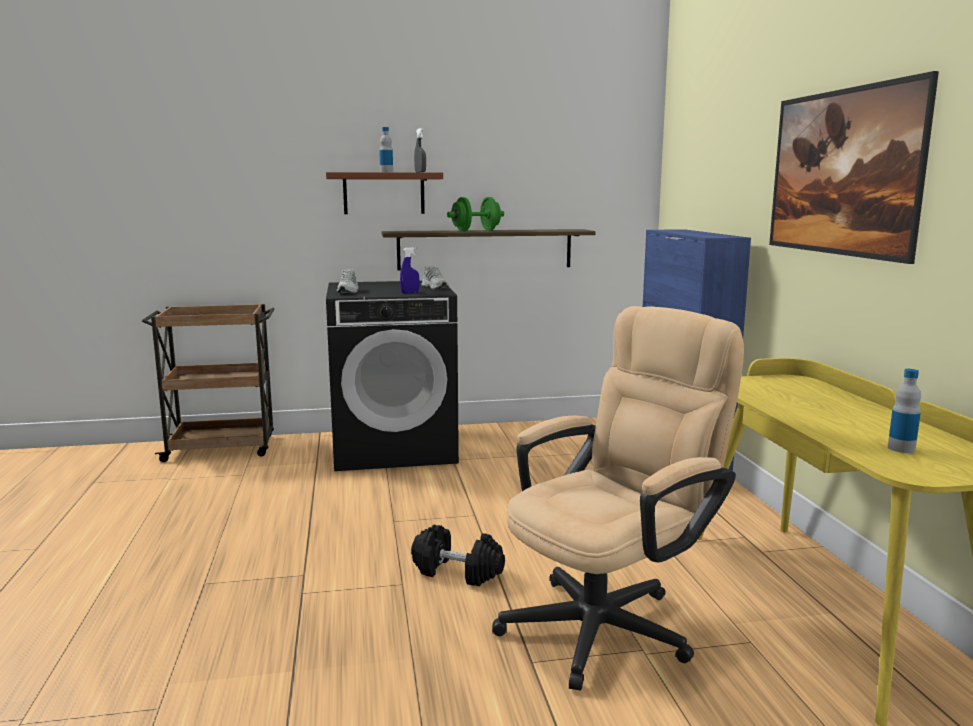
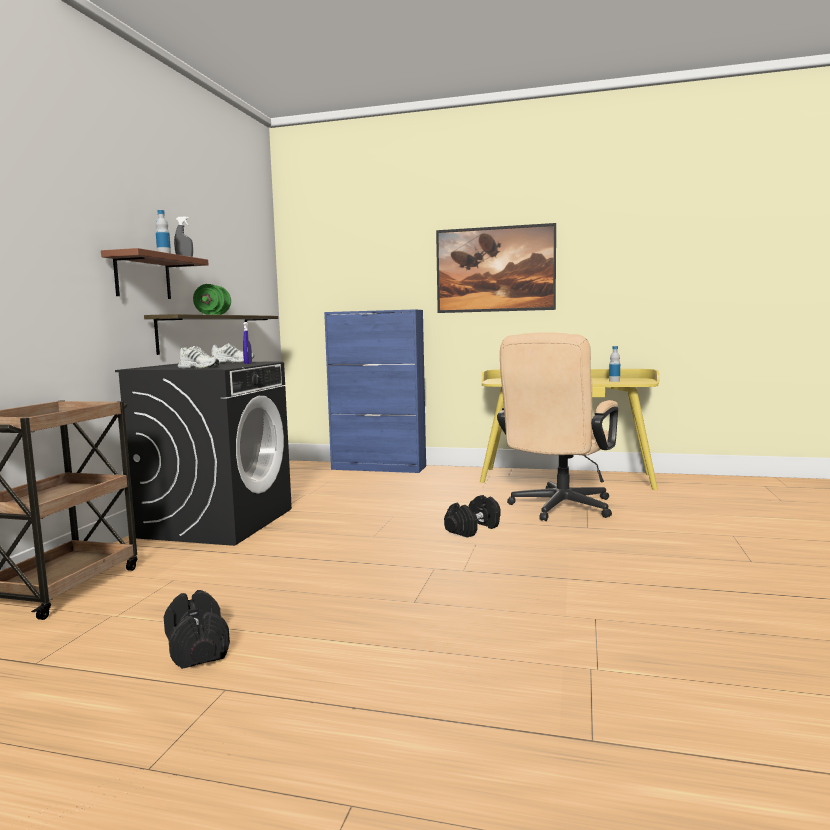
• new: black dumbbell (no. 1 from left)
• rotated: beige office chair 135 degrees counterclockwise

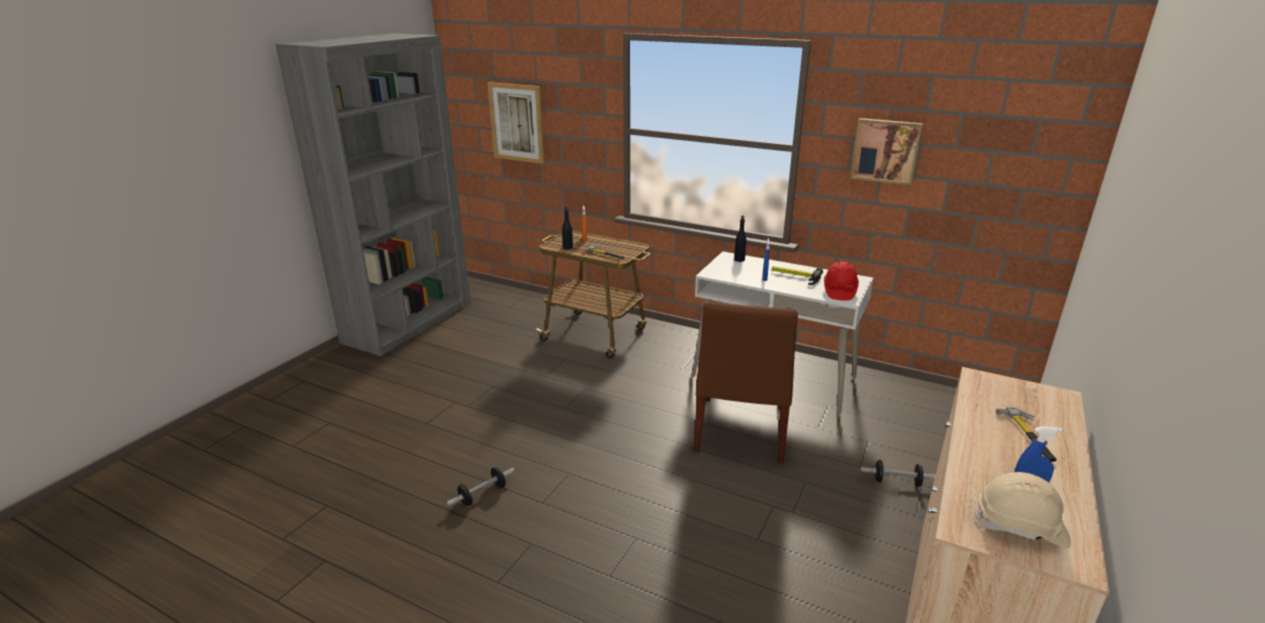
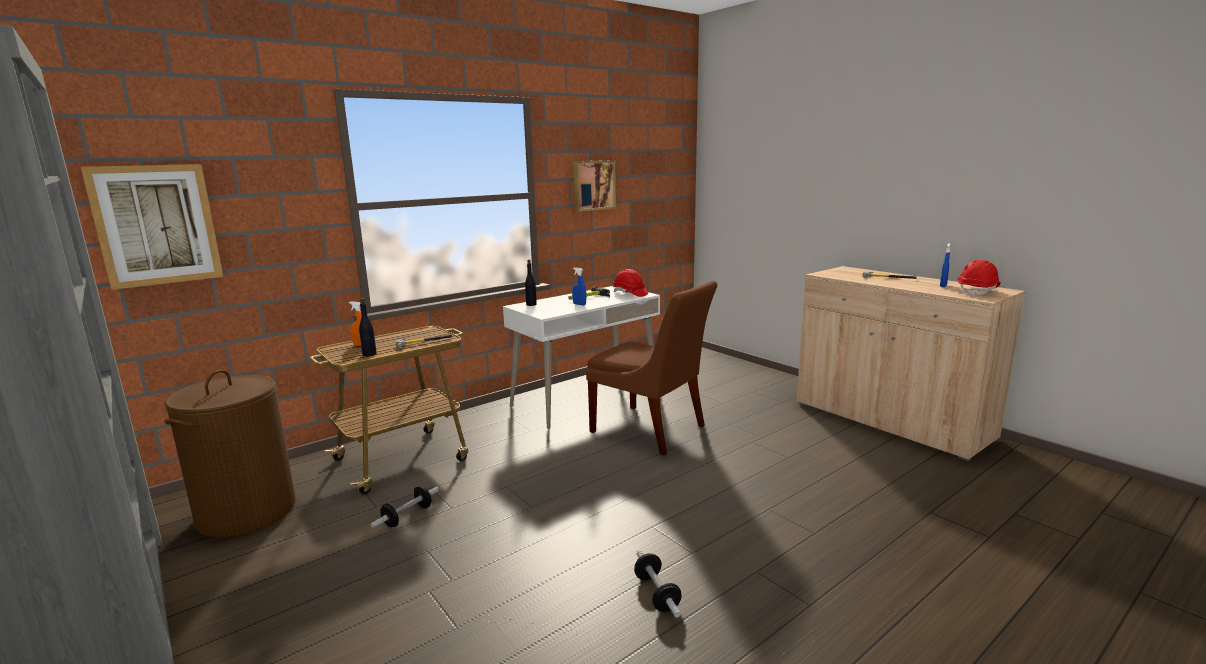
• new: brown laundry basket
• shifted: dumbbell (no. 2 from left in the first image) to dumbbell (no. 1 from left)
• repainted: beige hard hat to red hard hat (no. 2 from left)

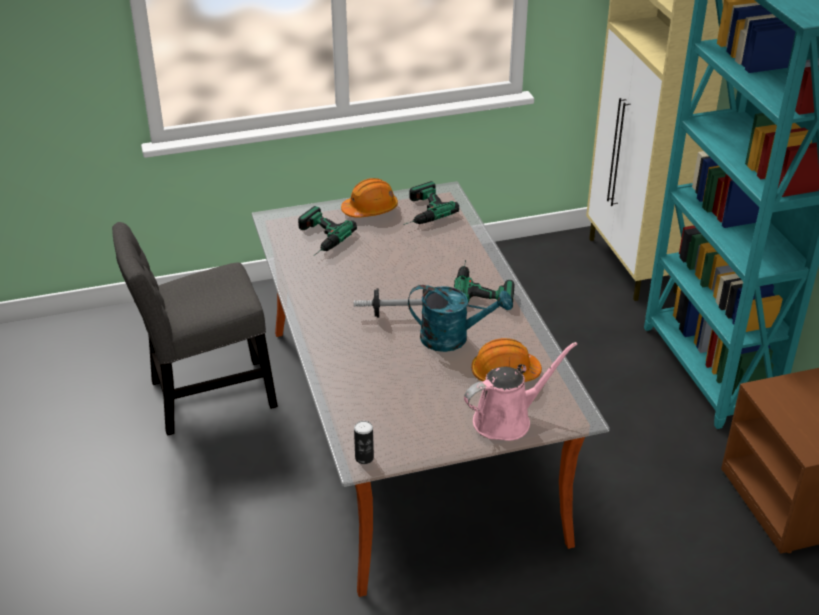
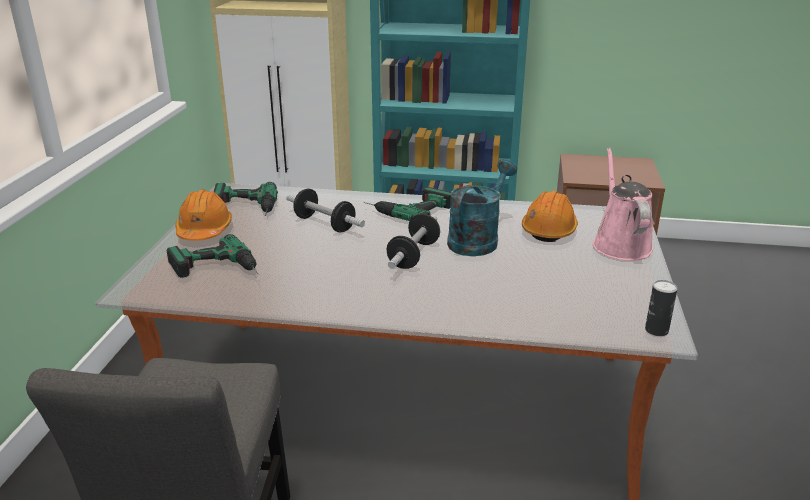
• new: dumbbell (no. 1 from left)

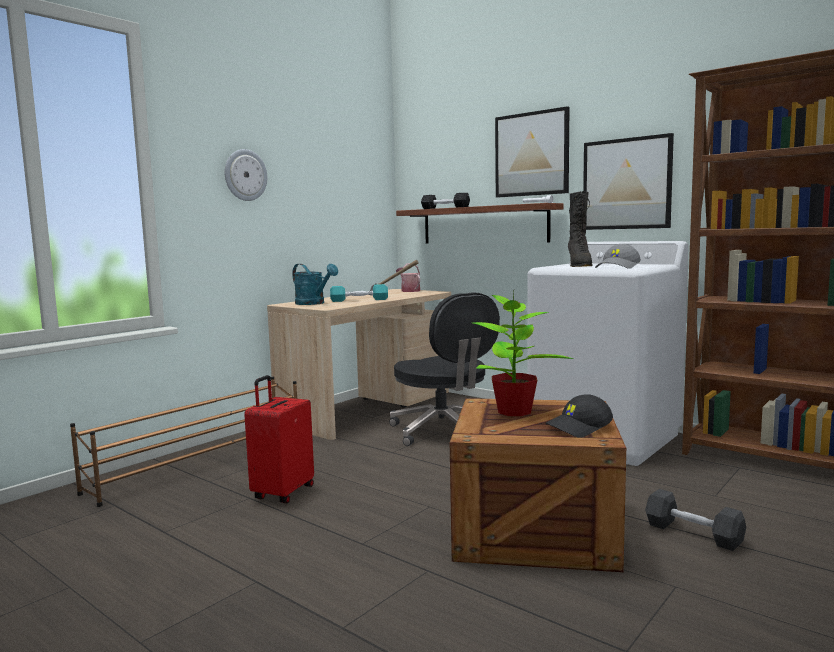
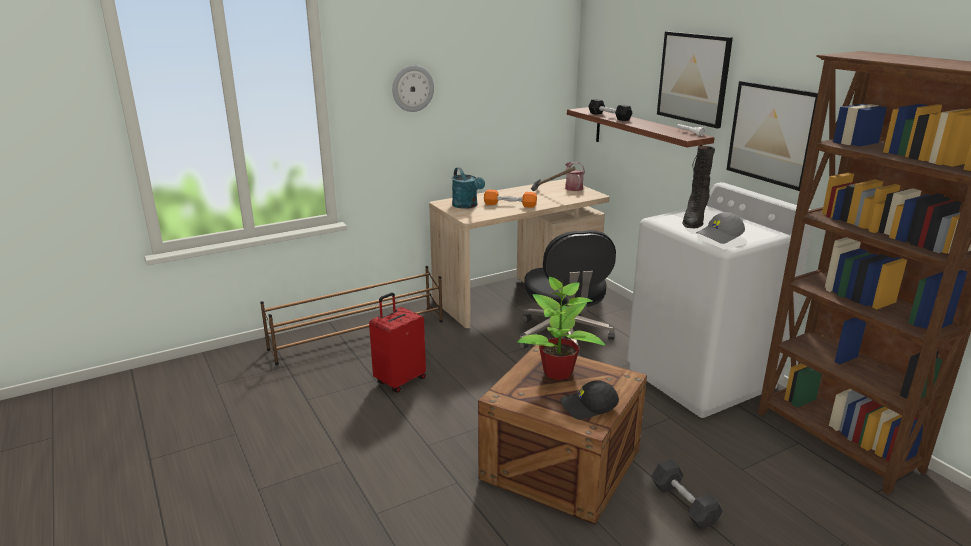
• repainted: turquoise dumbbell to orange dumbbell

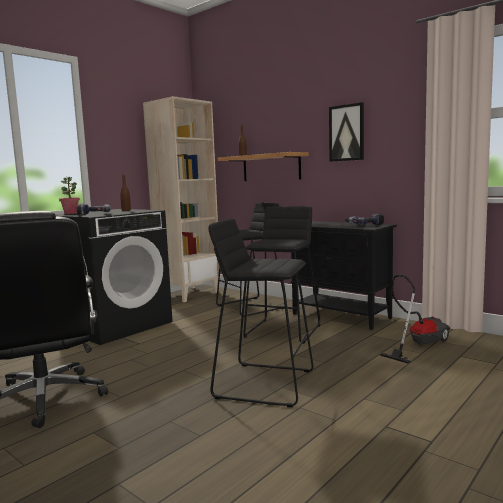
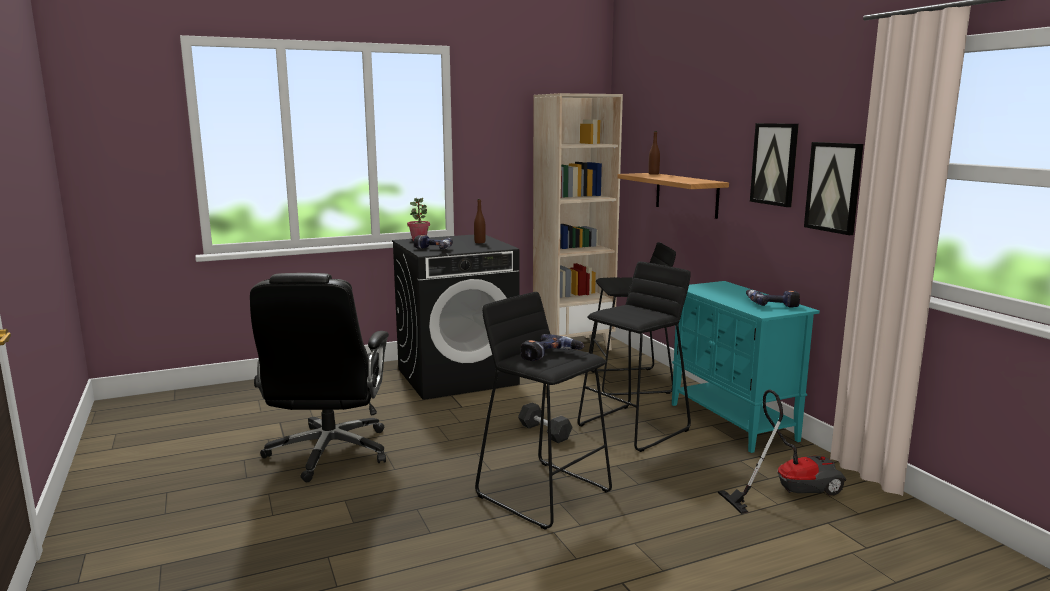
• new: grey dumbbell
• new: power drill (no. 2 from left)
• repainted: black cabinet to turquoise cabinet
• new: picture (no. 2 from left)

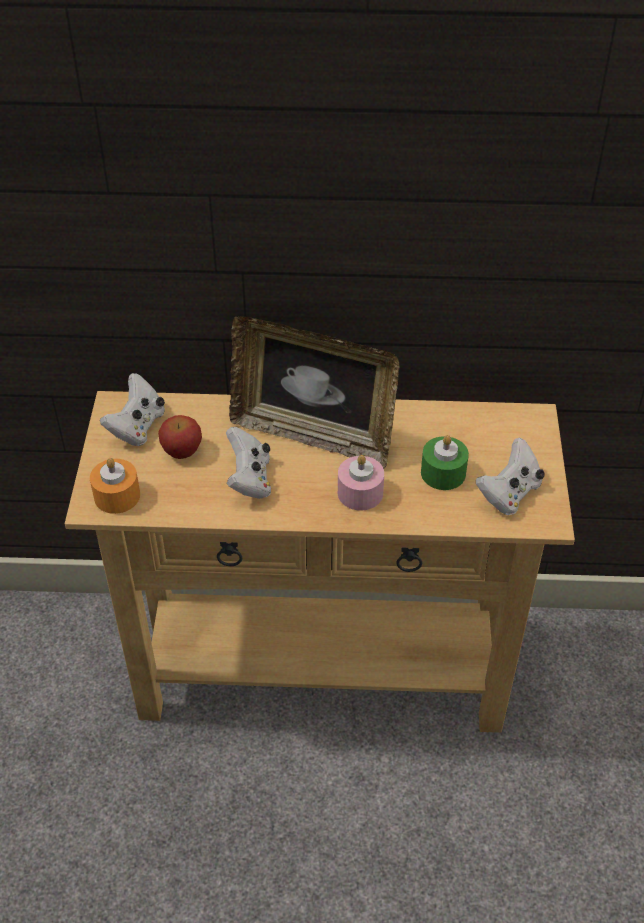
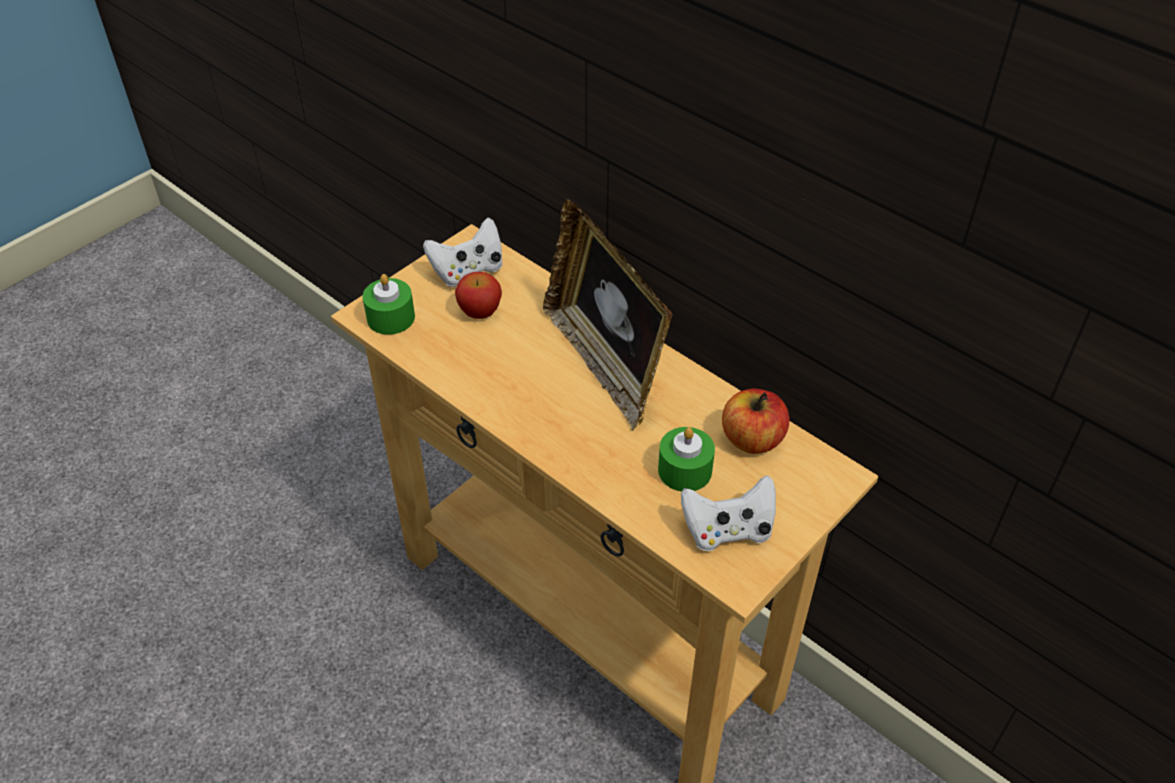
• repainted: orange candle to green candle (no. 1 from left)
• new: apple (no. 2 from left)
• gone: white game controller (no. 2 from left)
• gone: pink candle

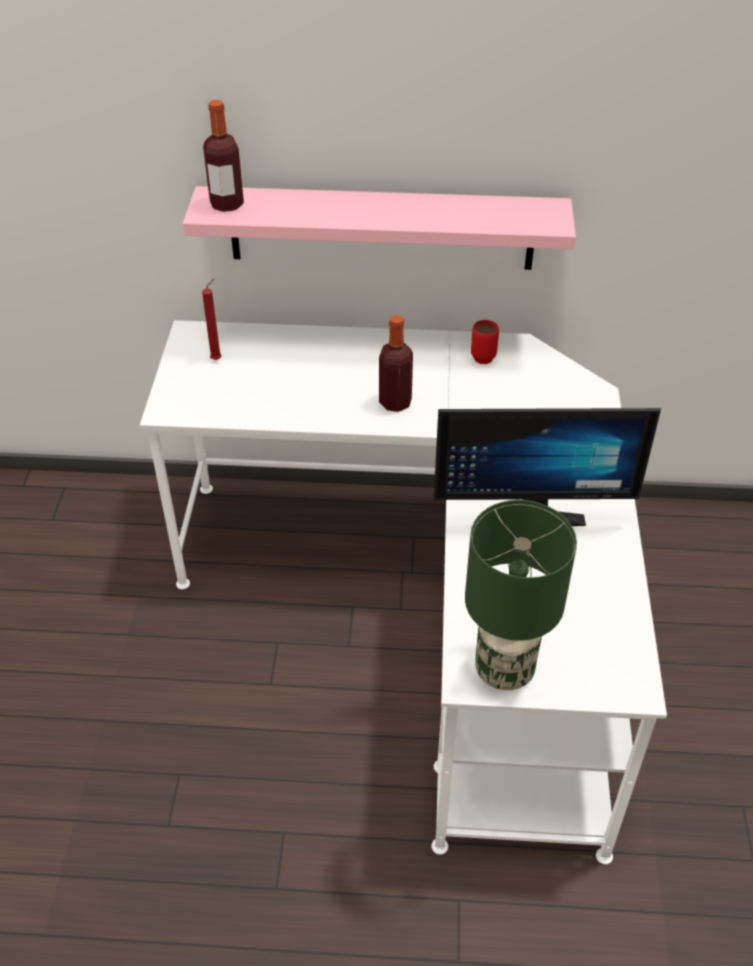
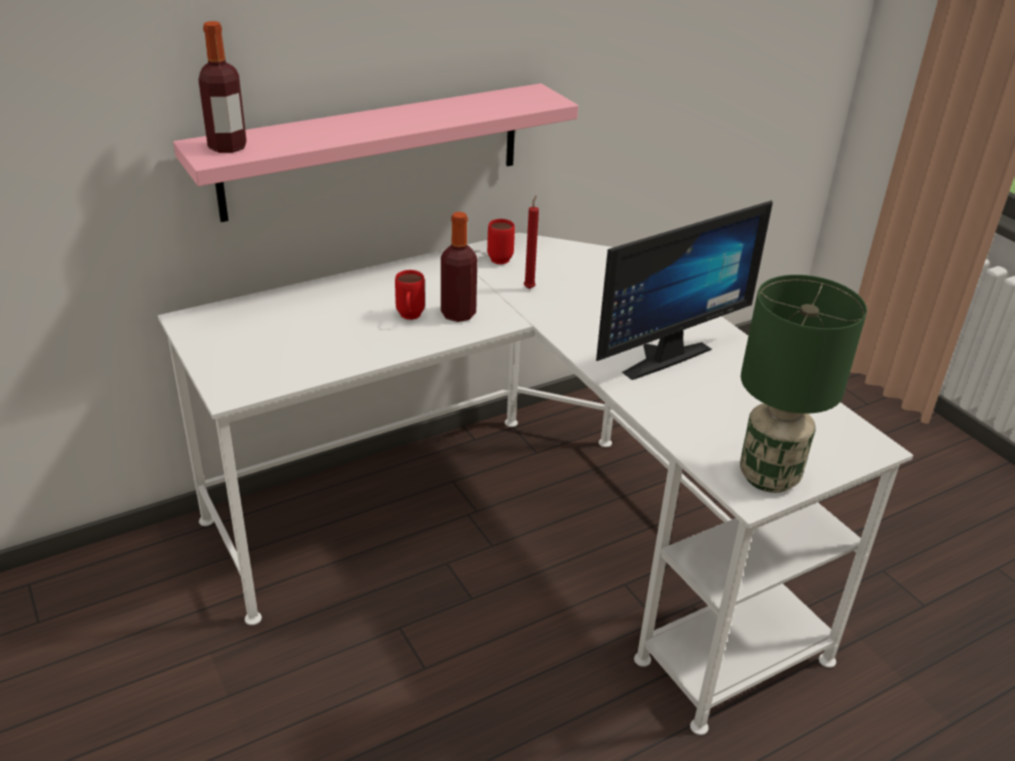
• new: red mug (no. 1 from left)
• shifted: red candle

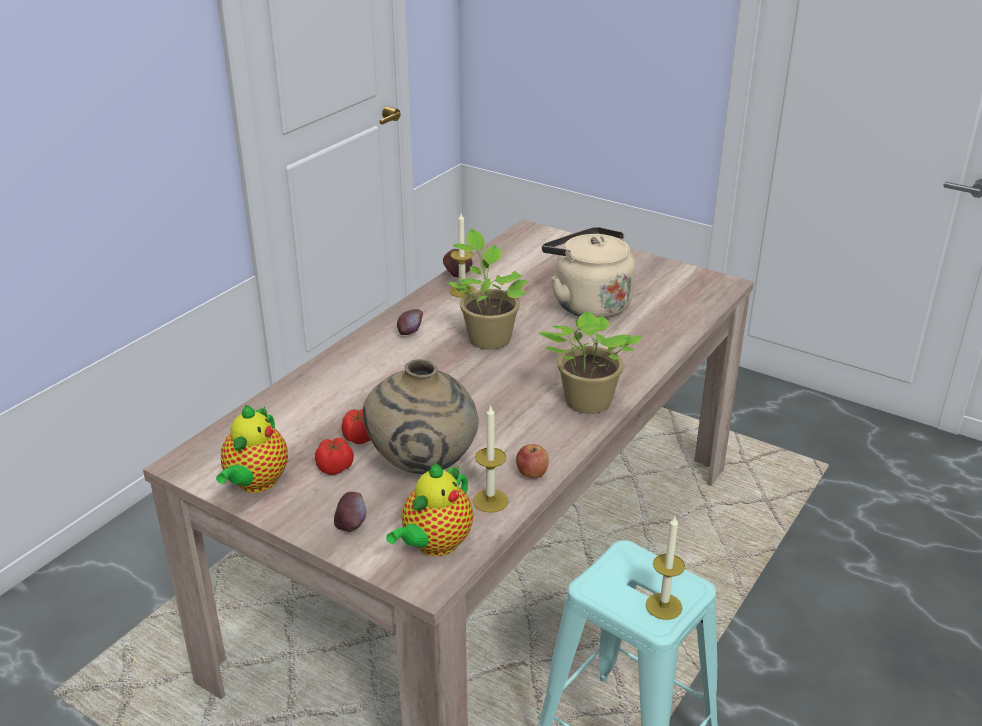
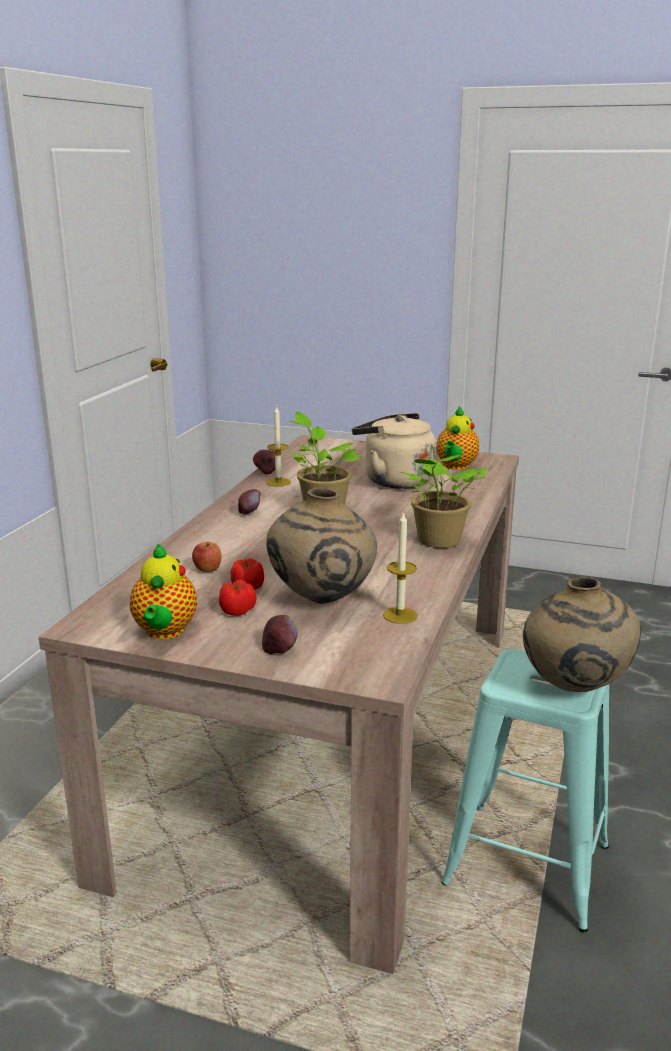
• shifted: apple (no. 4 from left in the first image) to apple (no. 1 from left)
• shifted: teapot (no. 2 from left)
• swapped: candle (no. 3 from left) to beige vase (no. 2 from left)

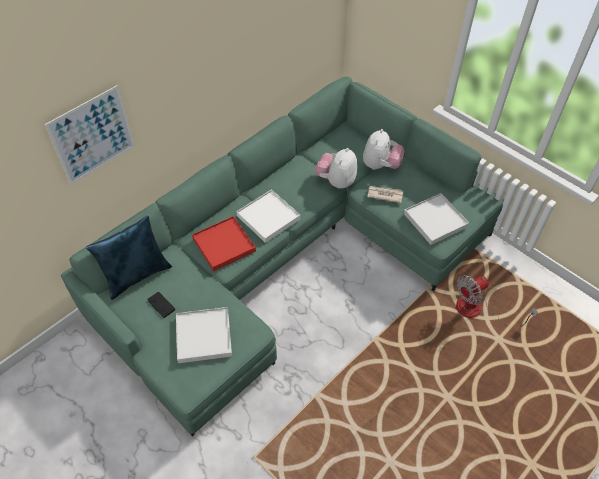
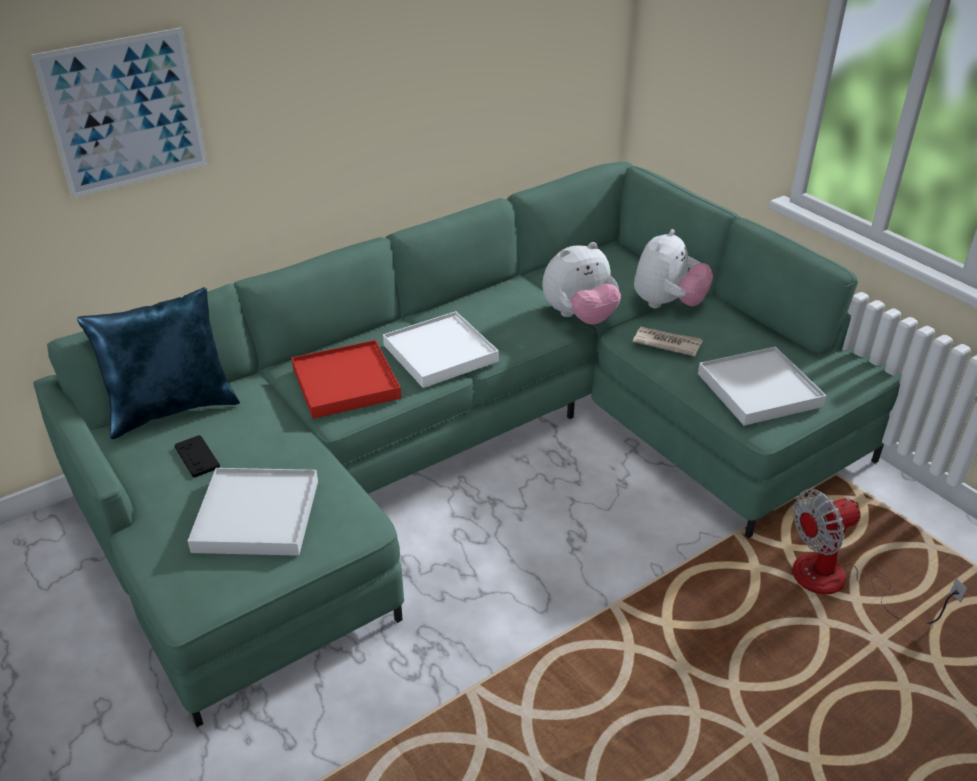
• rotated: plush toy (no. 1 from left) 150 degrees counterclockwise

